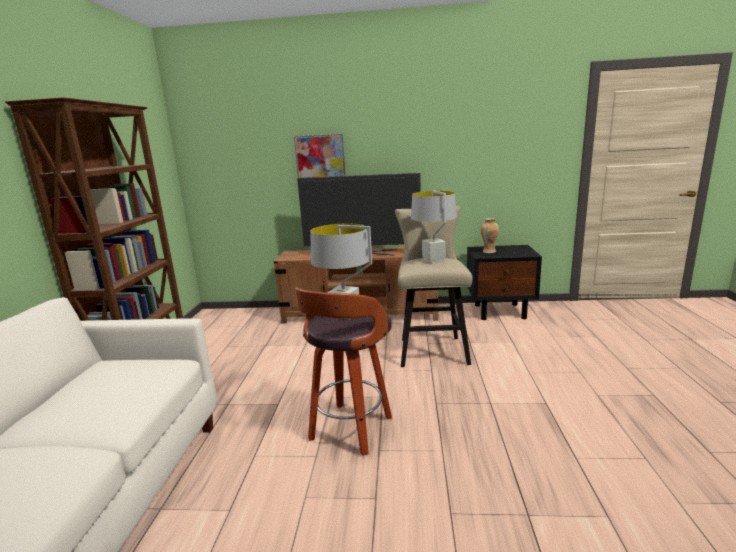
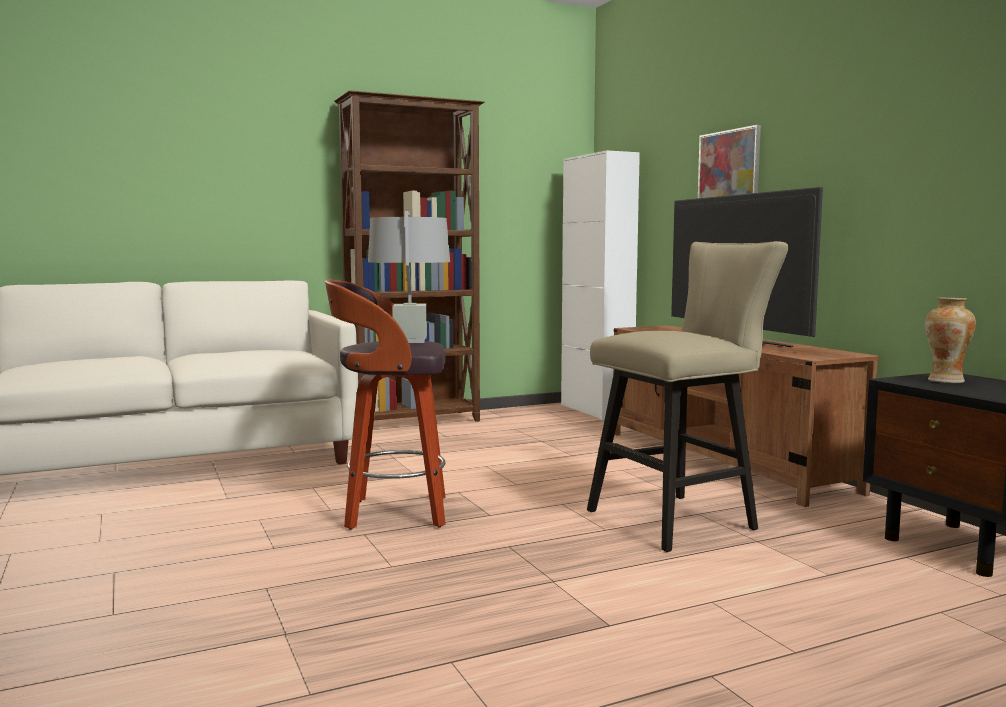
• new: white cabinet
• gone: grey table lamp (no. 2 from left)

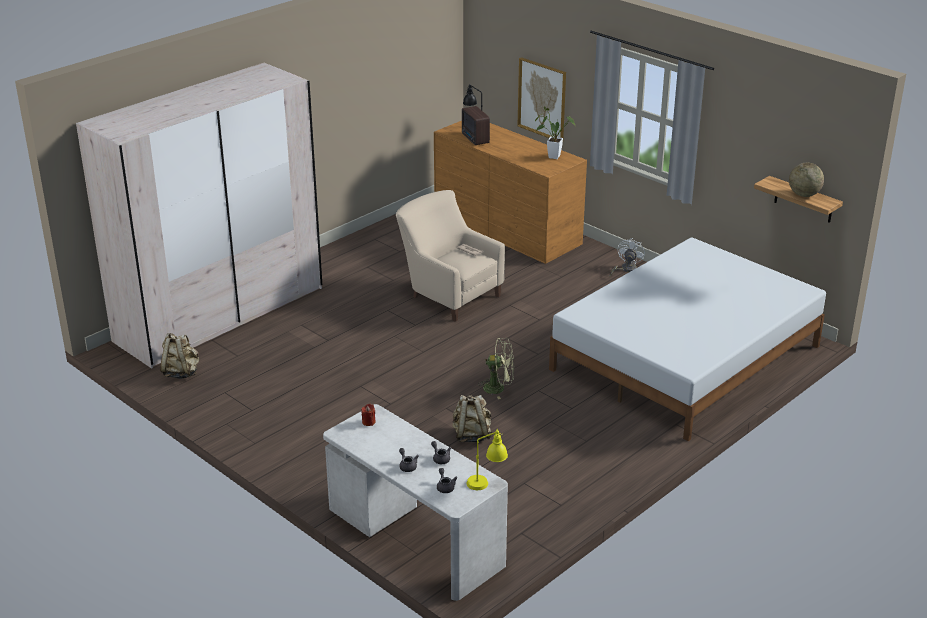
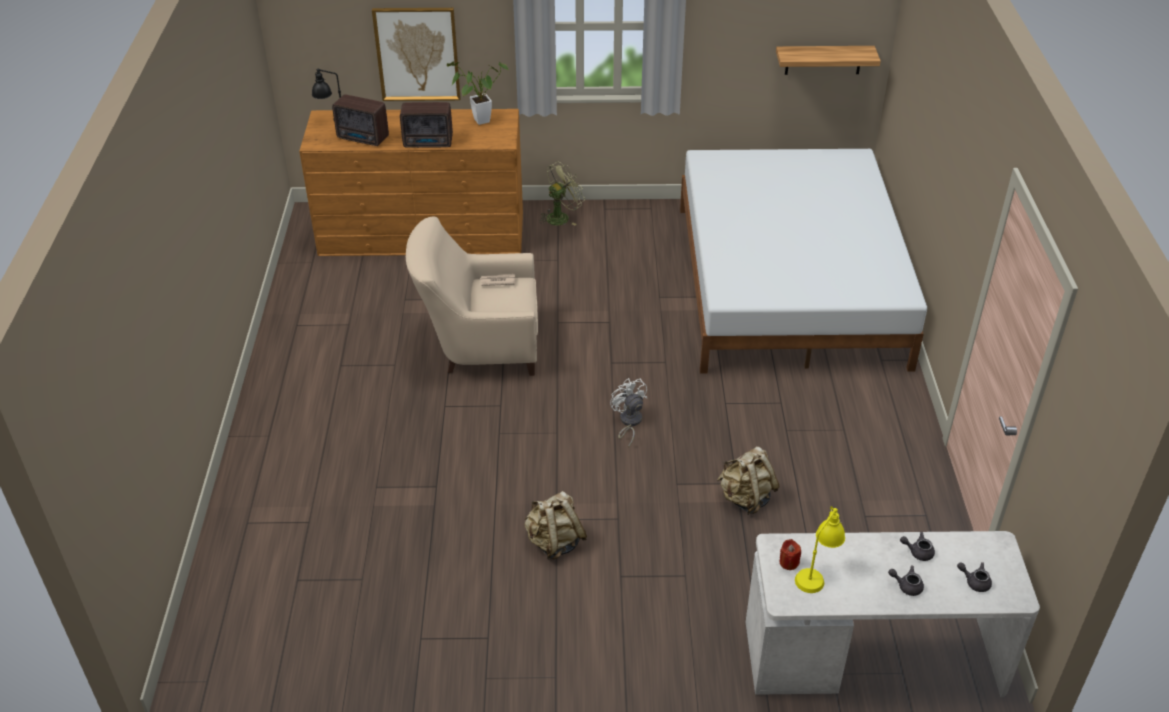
• new: radio (no. 2 from left)
• shifted: beige backpack (no. 1 from left)
• shifted: green fan
• shifted: white fan
• shifted: yellow table lamp
• gone: beige wardrobe
• gone: globe

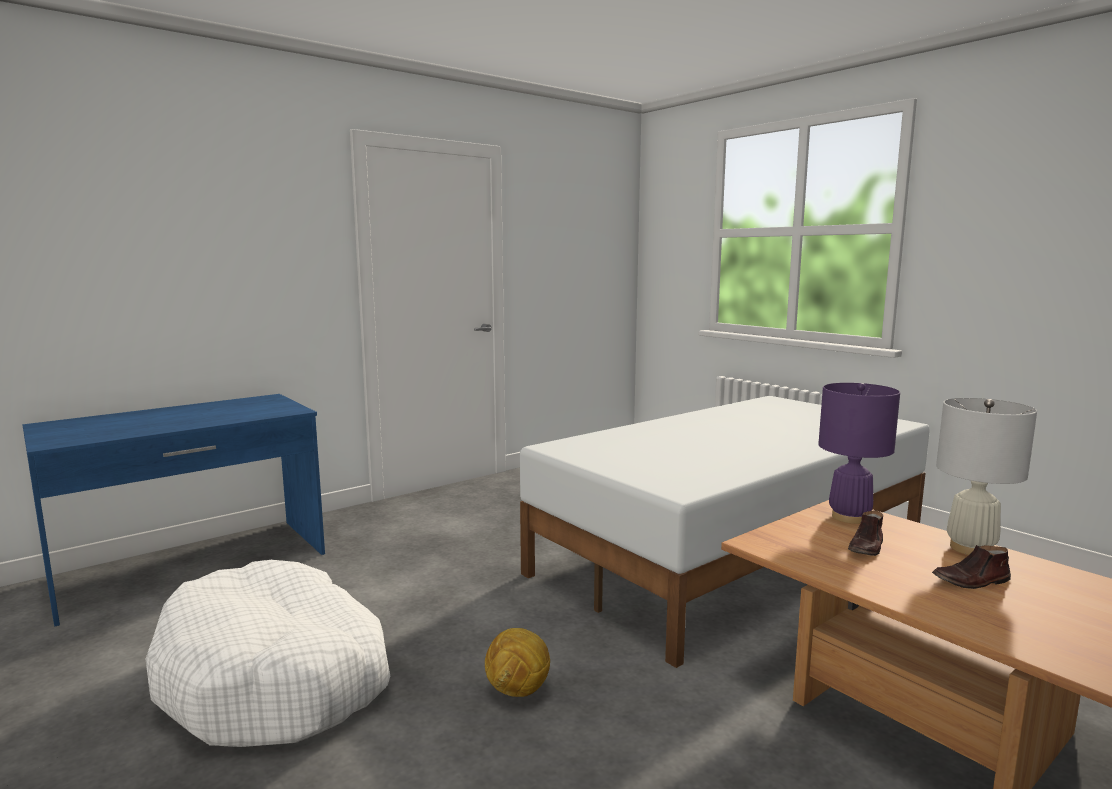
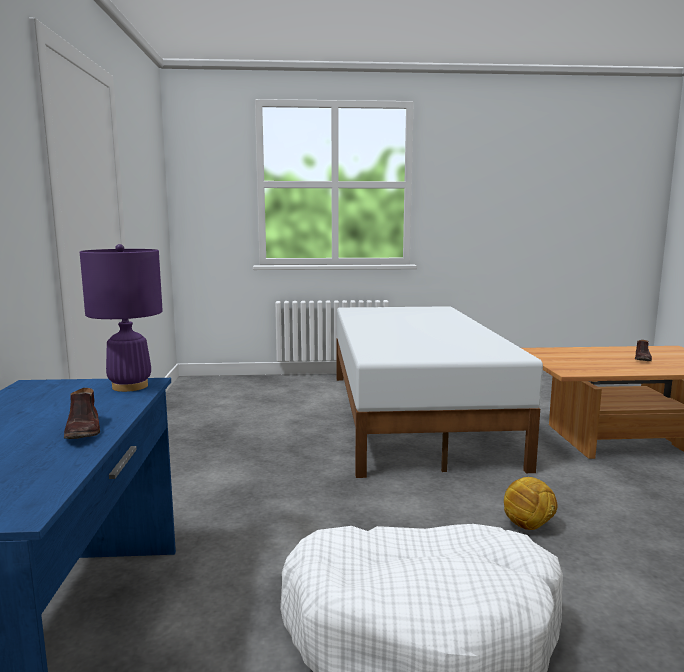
• shifted: brown shoe (no. 1 from left)
• shifted: purple table lamp
• gone: white table lamp

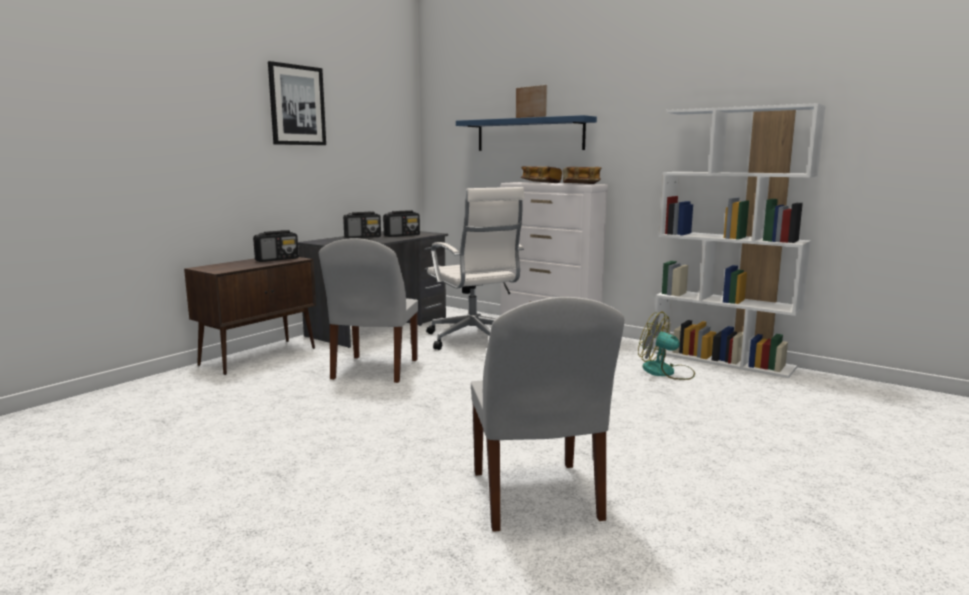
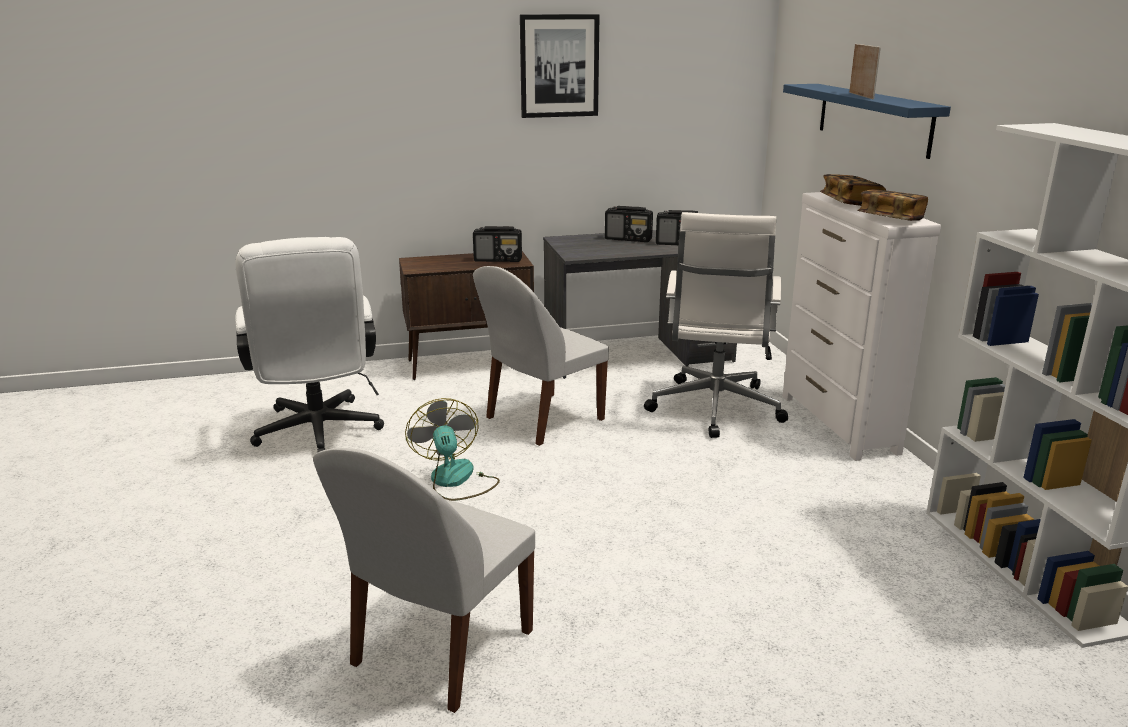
• new: white office chair (no. 1 from left)
• shifted: fan

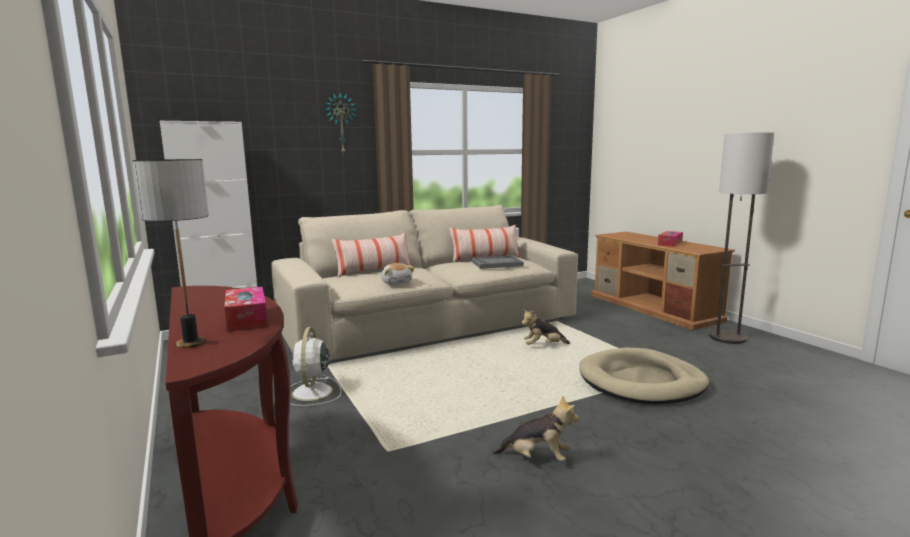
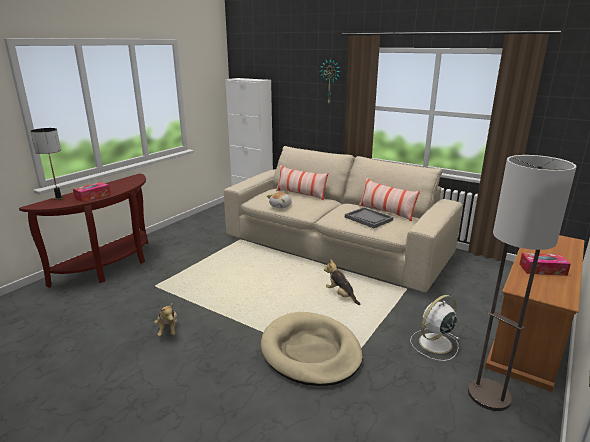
• shifted: white fan

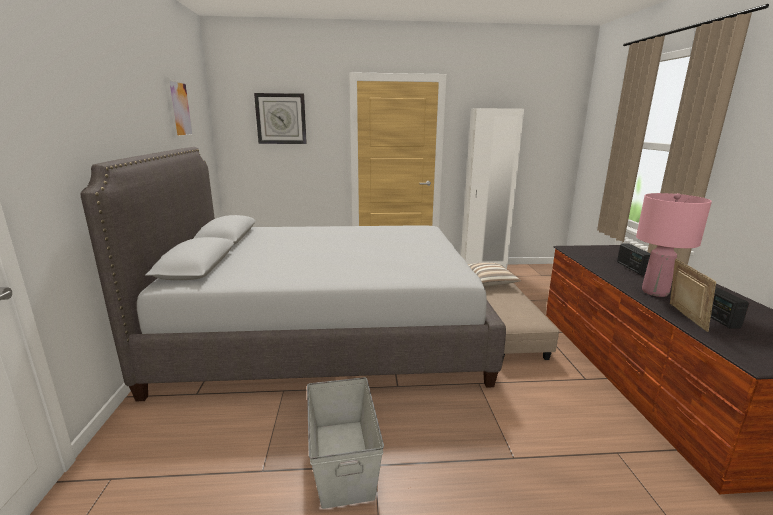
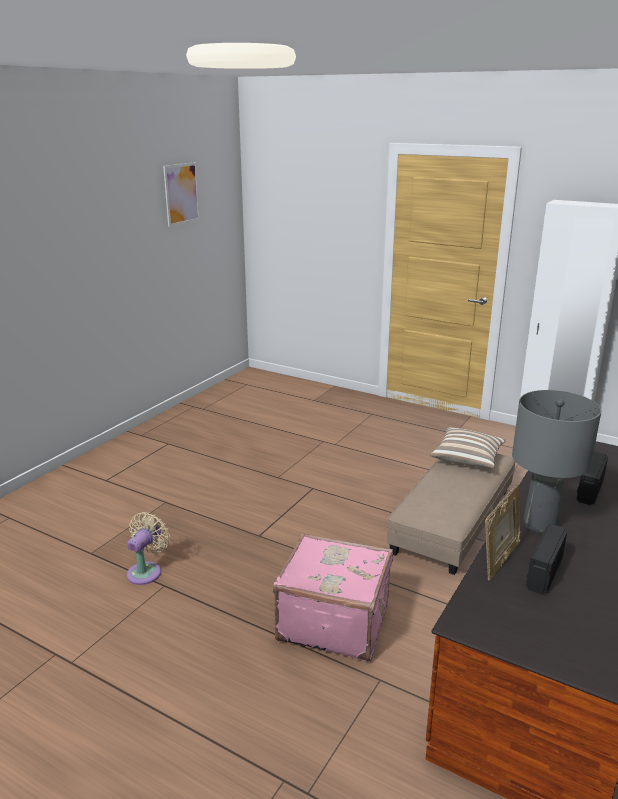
• swapped: grey storage box to beige fan
• new: pink suitcase
• repainted: pink table lamp to grey table lamp
• gone: grey bed
• gone: wall clock

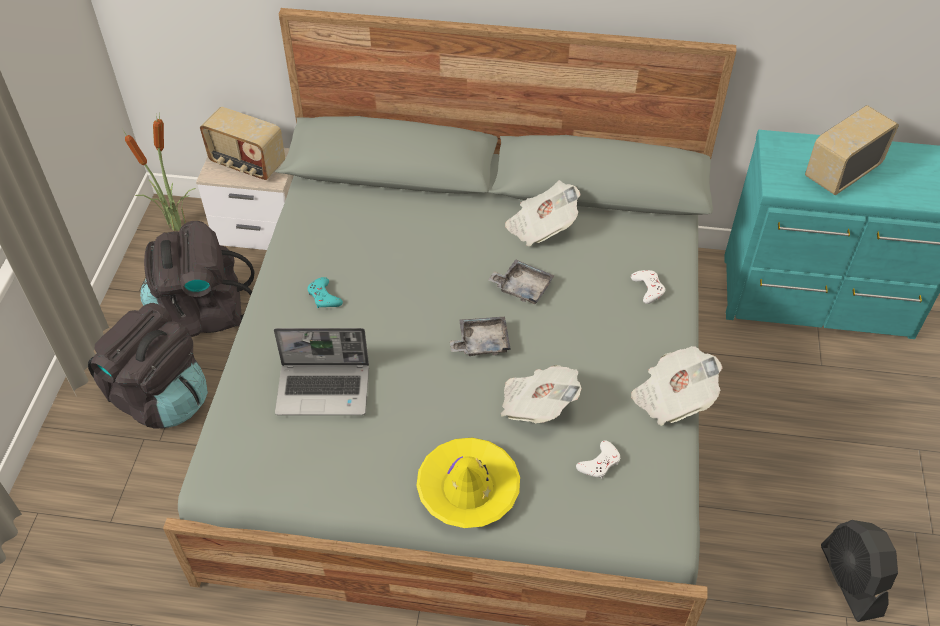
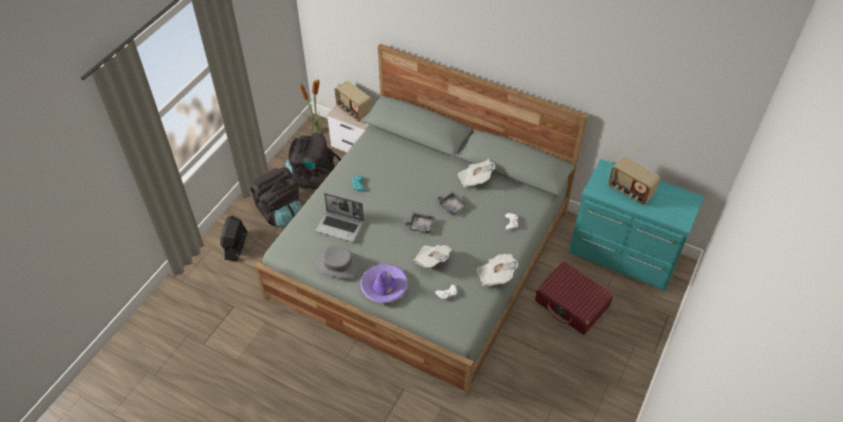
• shifted: black fan
• new: grey hat
• repainted: yellow hat to purple hat
• new: red suitcase
• rotated: radio (no. 2 from left) 120 degrees counterclockwise

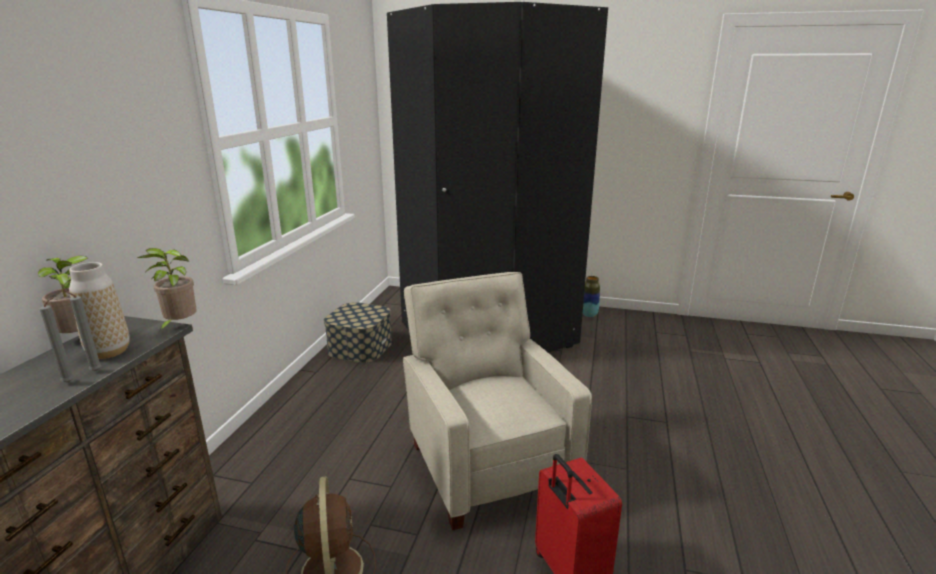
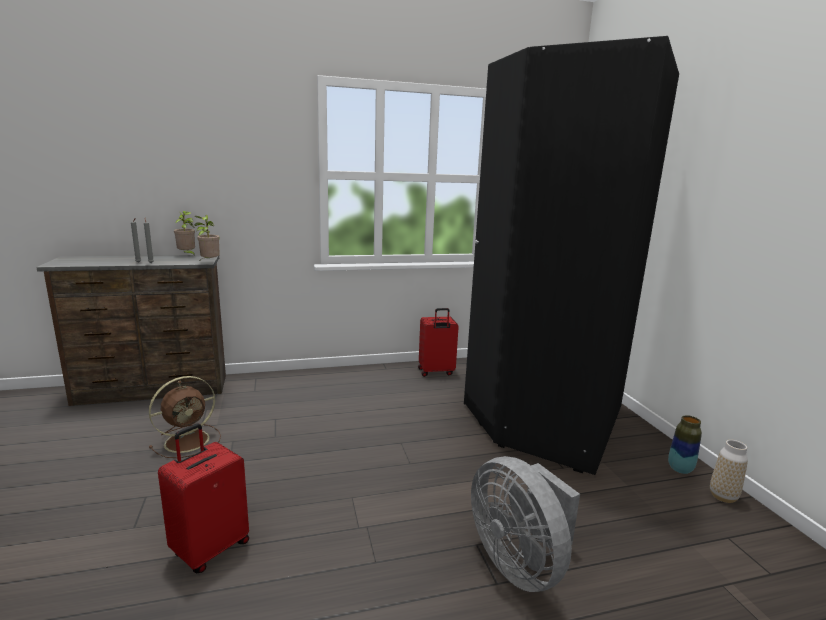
• swapped: storage box to red suitcase (no. 2 from left)
• new: grey fan
• shifted: vase (no. 1 from left in the first image) to vase (no. 2 from left)
• gone: beige armchair

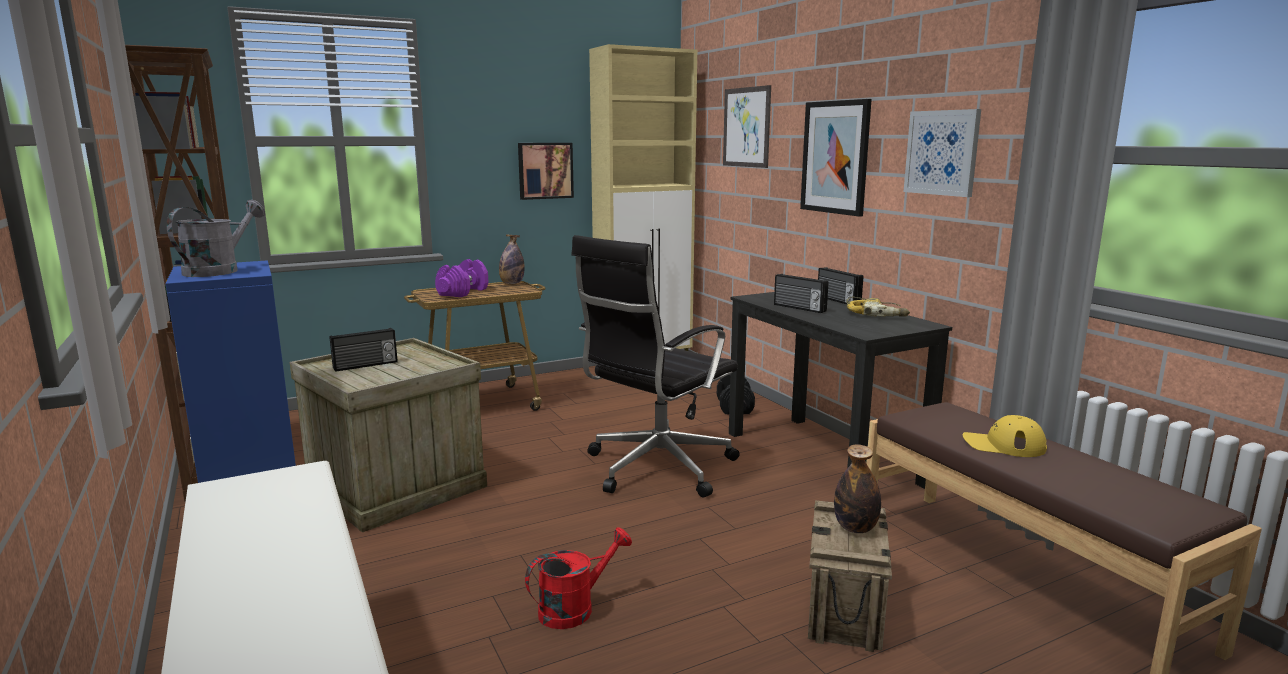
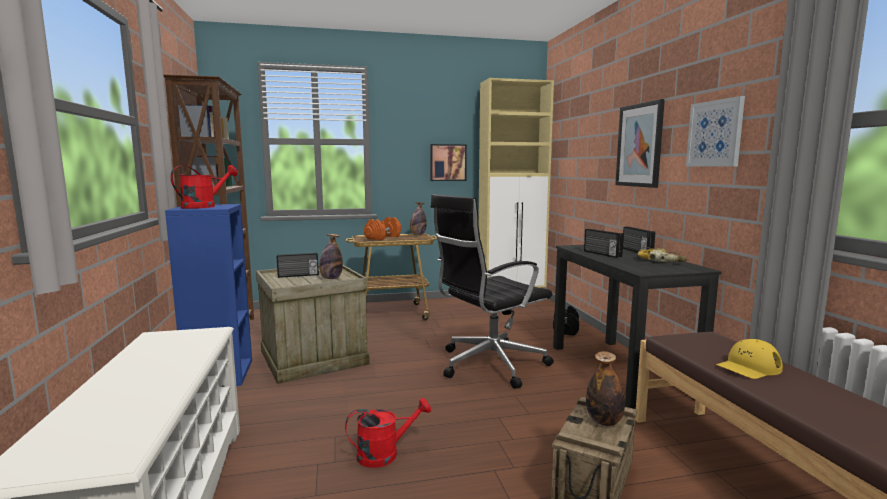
• repainted: grey watering can to red watering can (no. 1 from left)
• new: bottle (no. 1 from left)
• repainted: purple dumbbell to orange dumbbell
• rotated: yellow cap 60 degrees counterclockwise
• gone: picture (no. 2 from left)

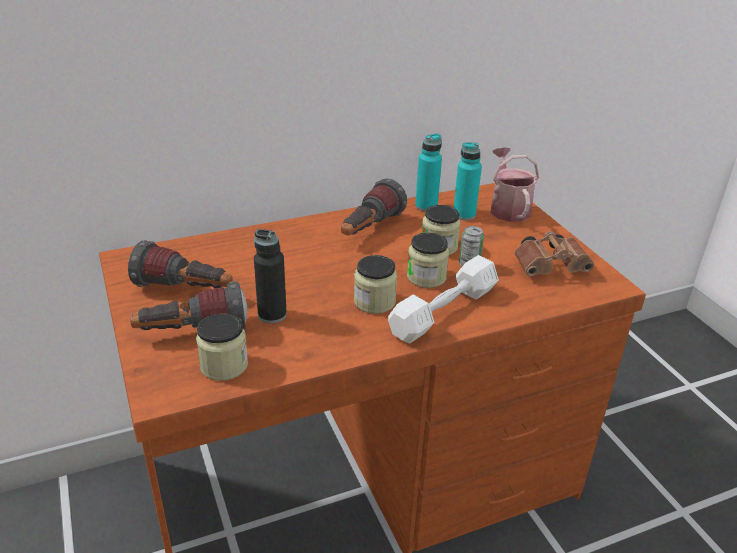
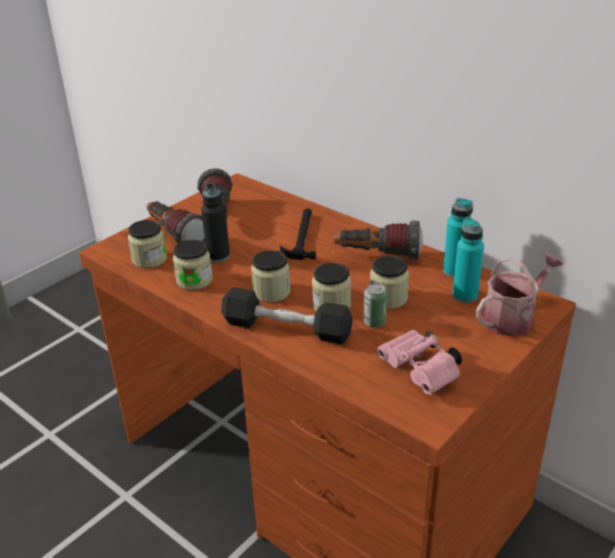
• new: jar (no. 2 from left)
• repainted: white dumbbell to black dumbbell
• new: hammer
• repainted: brown binoculars to pink binoculars

